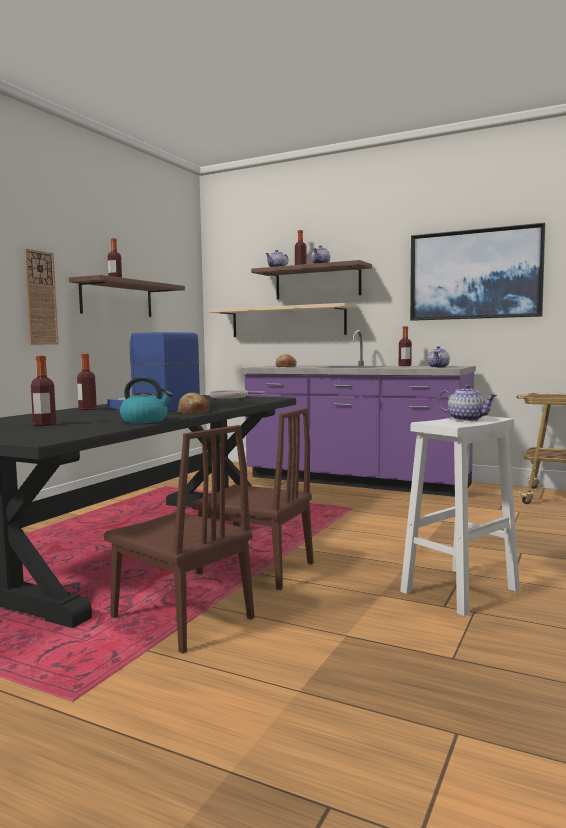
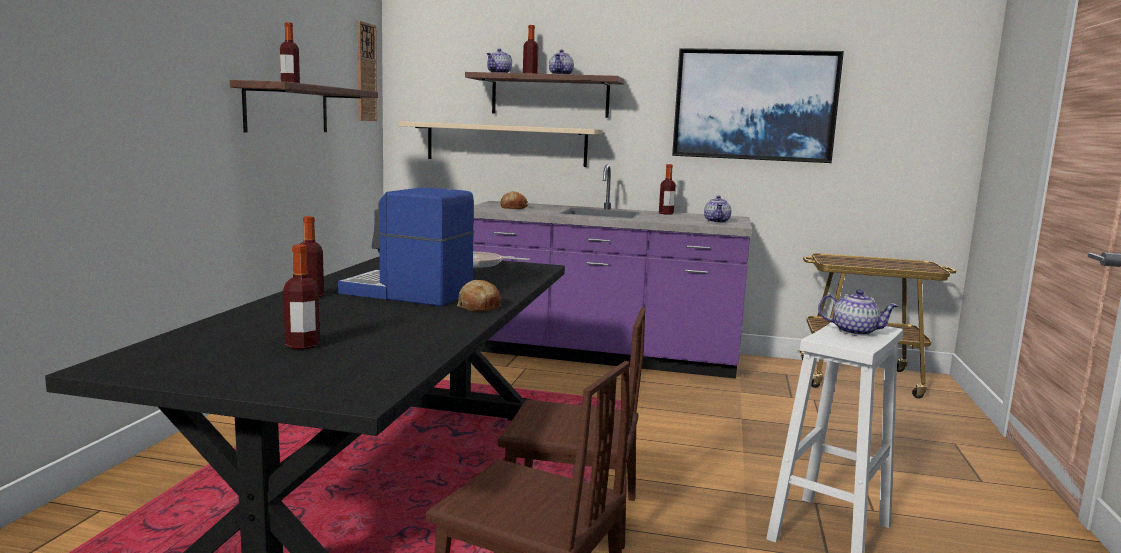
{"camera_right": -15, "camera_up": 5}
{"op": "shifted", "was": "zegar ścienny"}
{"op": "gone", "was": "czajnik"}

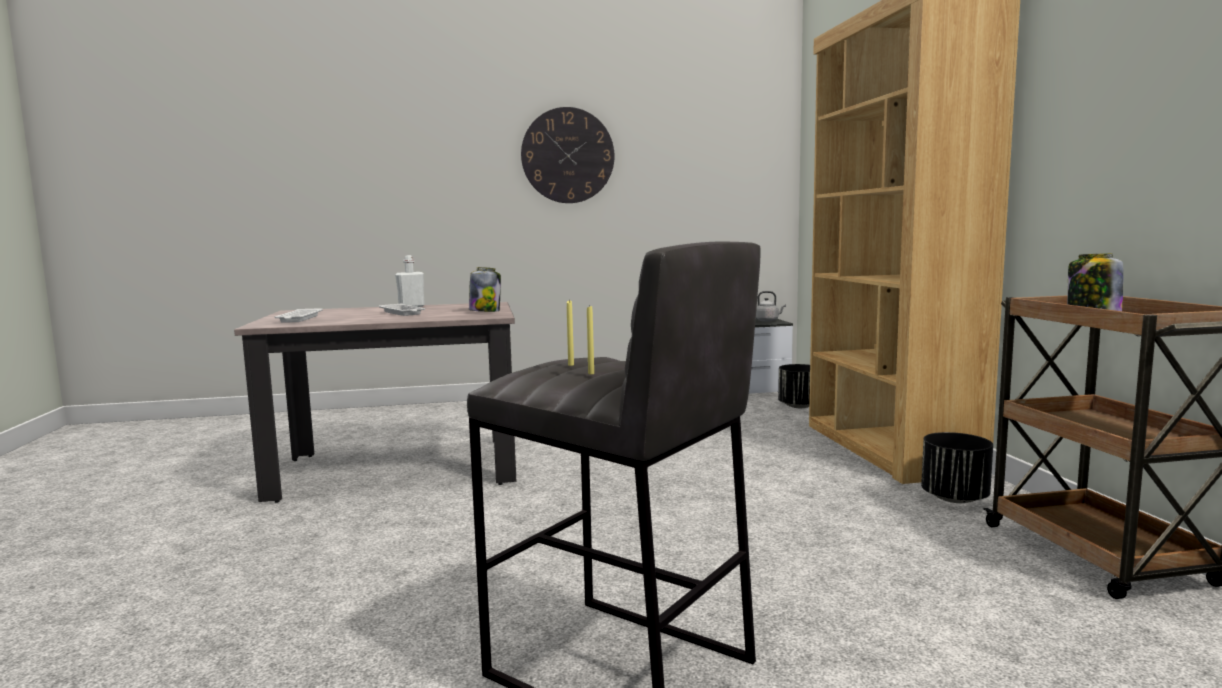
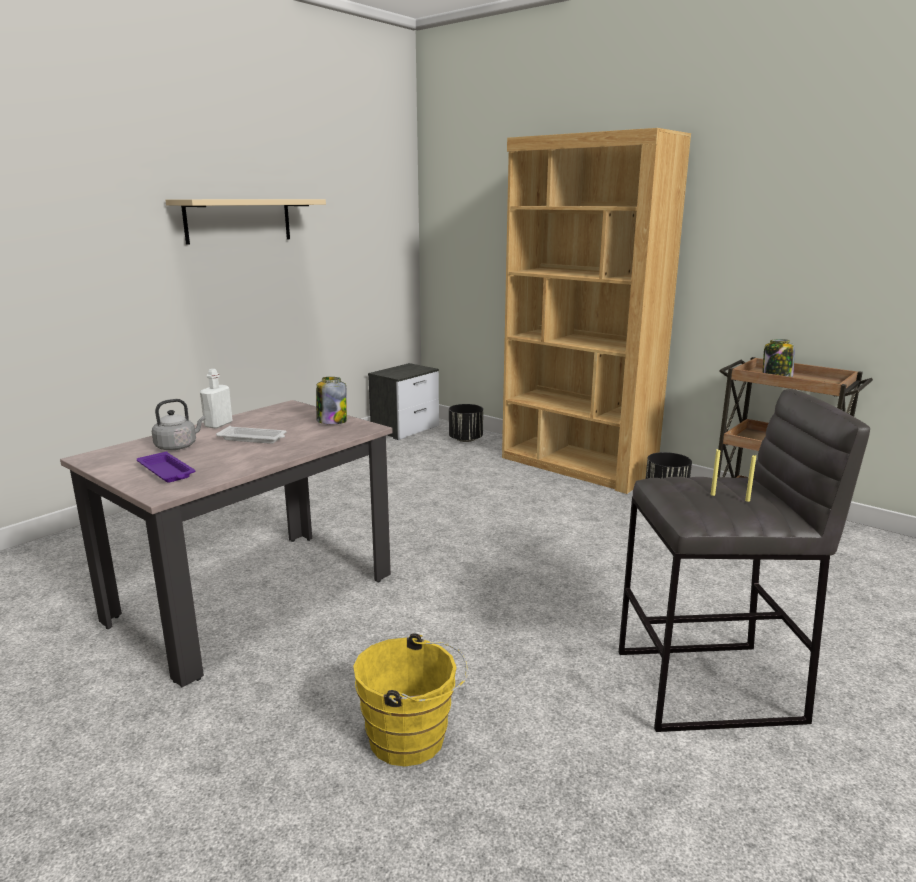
{"camera_right": -40, "camera_up": 10}
{"op": "repainted", "was": "taca (biały) (no. 1 from left)", "now": "taca (fioletowy)"}
{"op": "swapped", "was": "zegar ścienny", "now": "półka (beżowy)"}
{"op": "shifted", "was": "czajnik (szary)"}
{"op": "new", "now": "wiadro (żółty)"}

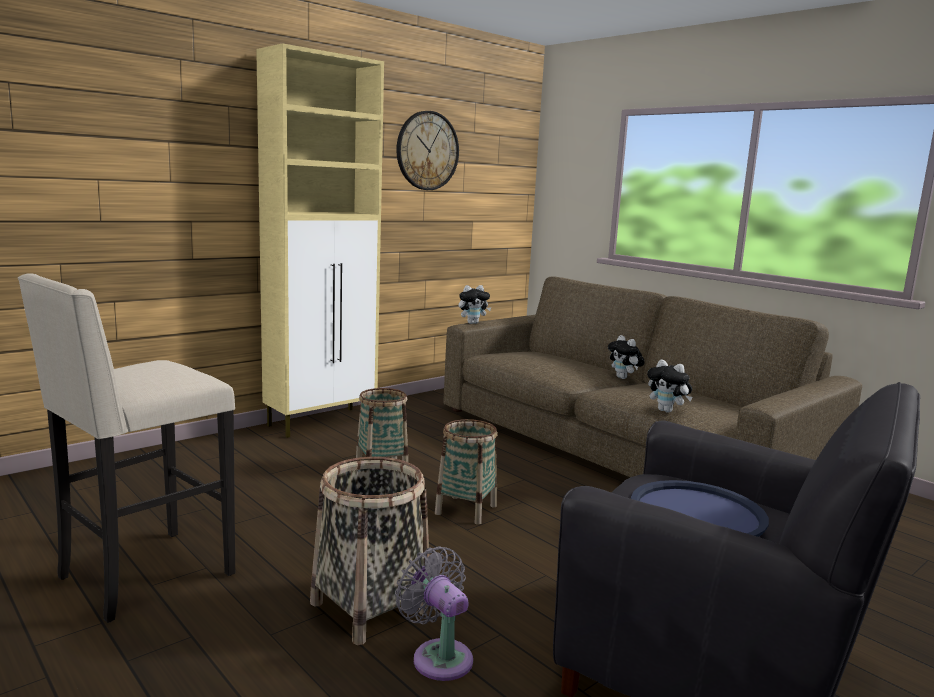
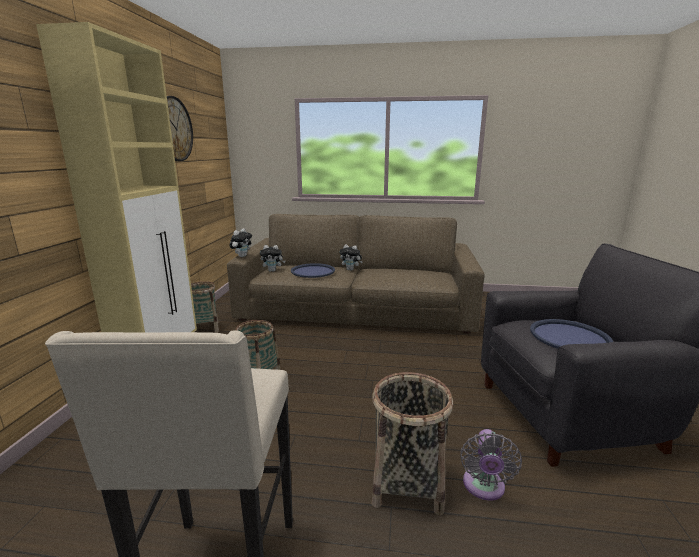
{"camera_right": -40, "camera_up": 5}
{"op": "rotated", "was": "wentylator (szary)", "clockwise": -90}
{"op": "shifted", "was": "koszyk (no. 3 from left in the first image)", "now": "koszyk (no. 1 from left)"}
{"op": "shifted", "was": "pluszak (no. 3 from left in the first image)", "now": "pluszak (no. 2 from left)"}
{"op": "new", "now": "taca (niebieski) (no. 1 from left)"}

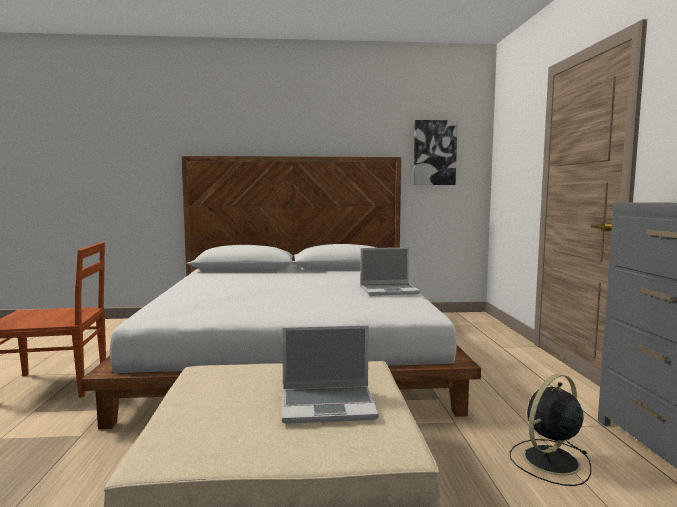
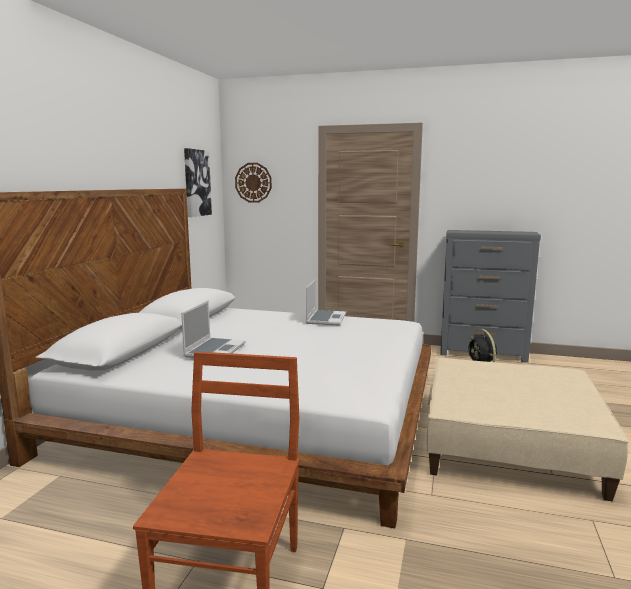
{"camera_right": -70, "camera_up": 5}
{"op": "shifted", "was": "laptop (no. 1 from left)"}
{"op": "new", "now": "zegar ścienny"}

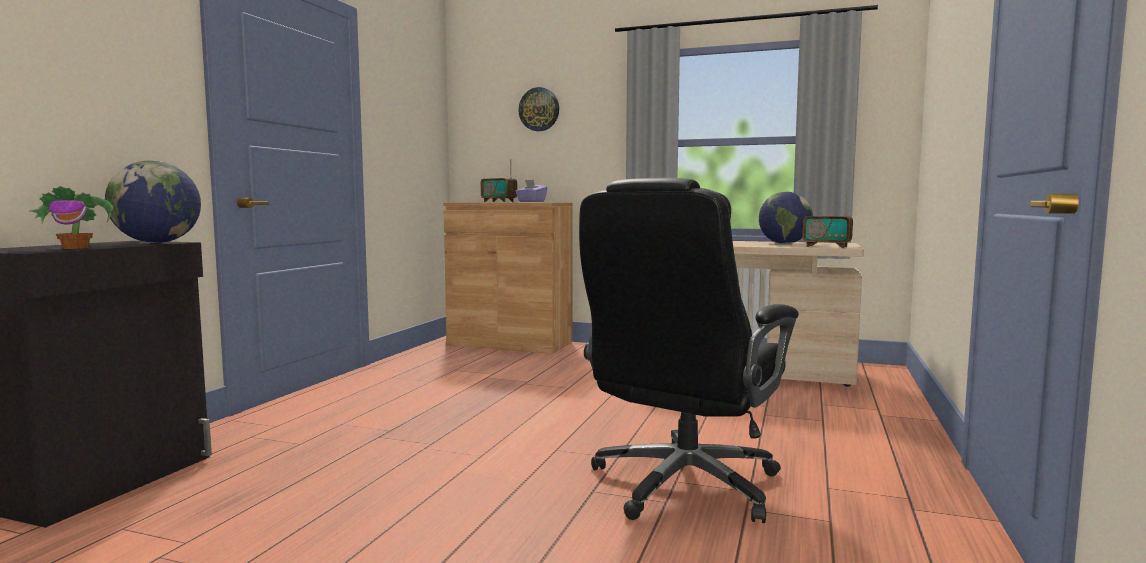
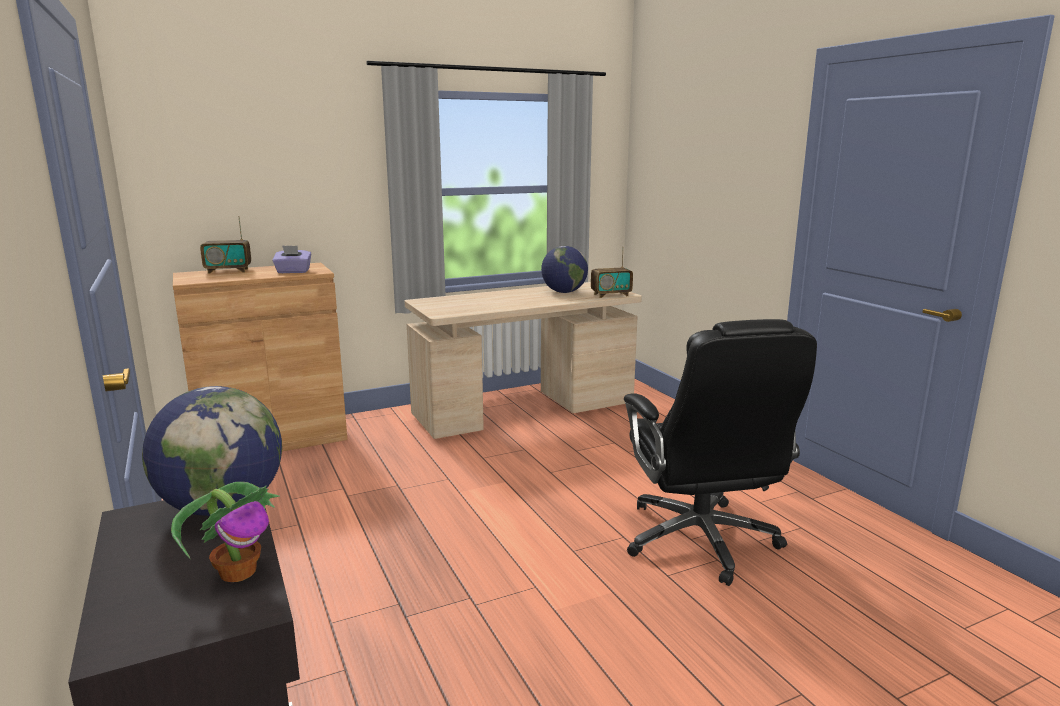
{"camera_right": -45, "camera_up": 10}
{"op": "gone", "was": "zegar ścienny"}

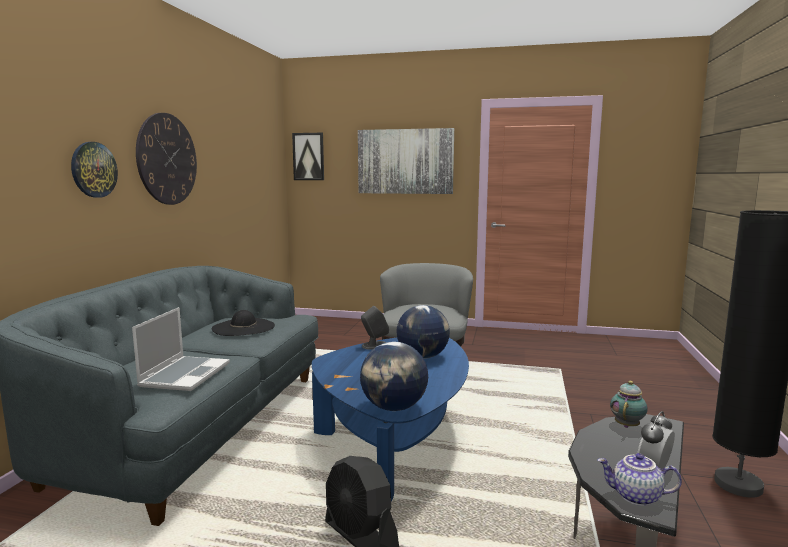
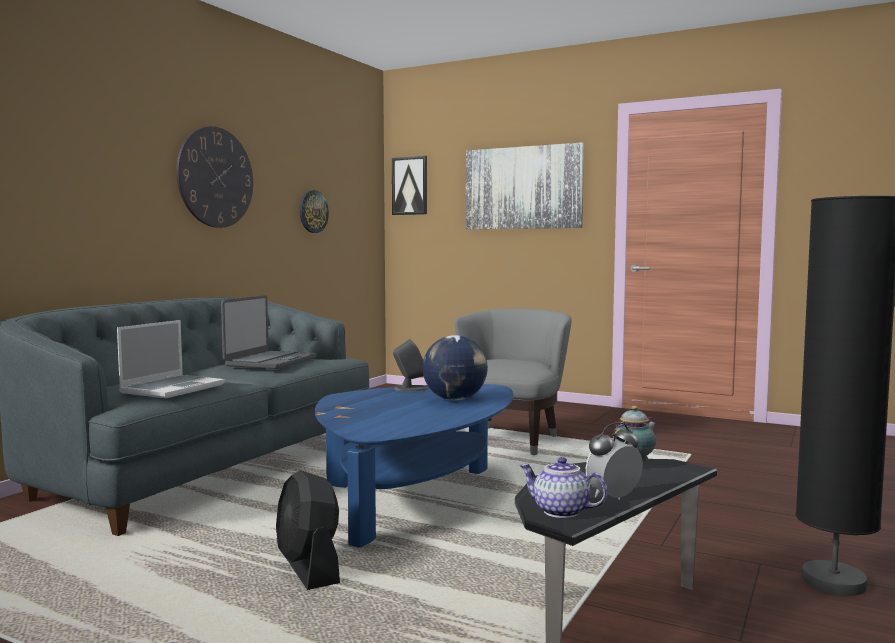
{"camera_right": 15, "camera_up": -5}
{"op": "shifted", "was": "zegar ścienny (no. 1 from left in the first image)", "now": "zegar ścienny (no. 2 from left)"}
{"op": "swapped", "was": "kapelusz (czarny)", "now": "laptop (no. 2 from left)"}
{"op": "gone", "was": "globus (no. 1 from left)"}

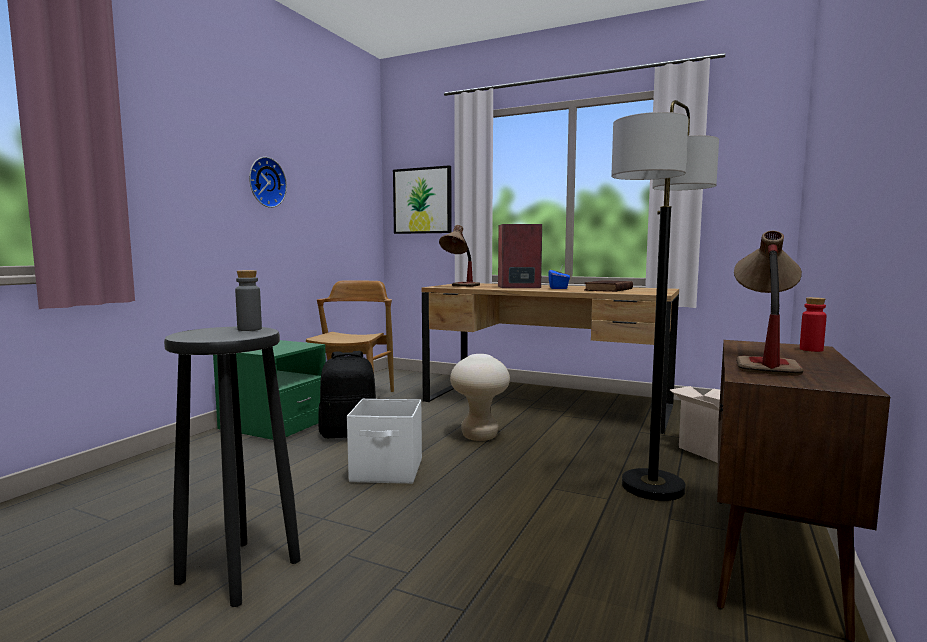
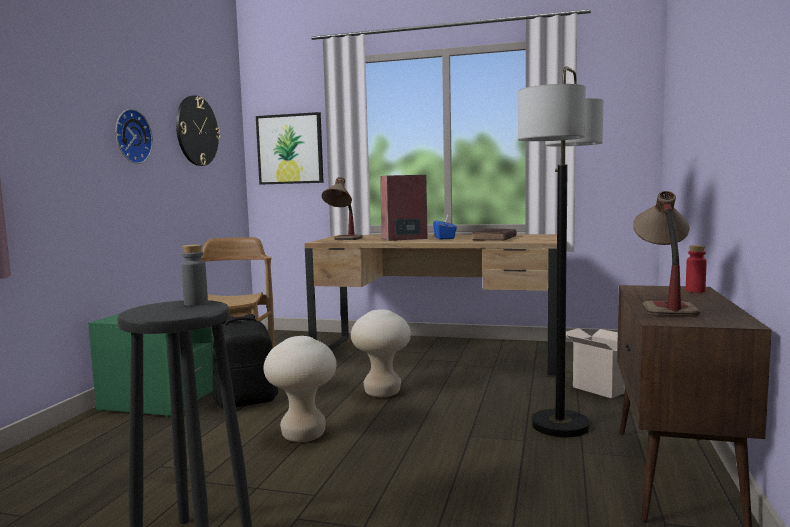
{"camera_right": -10, "camera_up": 0}
{"op": "swapped", "was": "pojemnik do przechowywania (biały)", "now": "stołek (beżowy) (no. 1 from left)"}
{"op": "new", "now": "zegar ścienny (no. 2 from left)"}

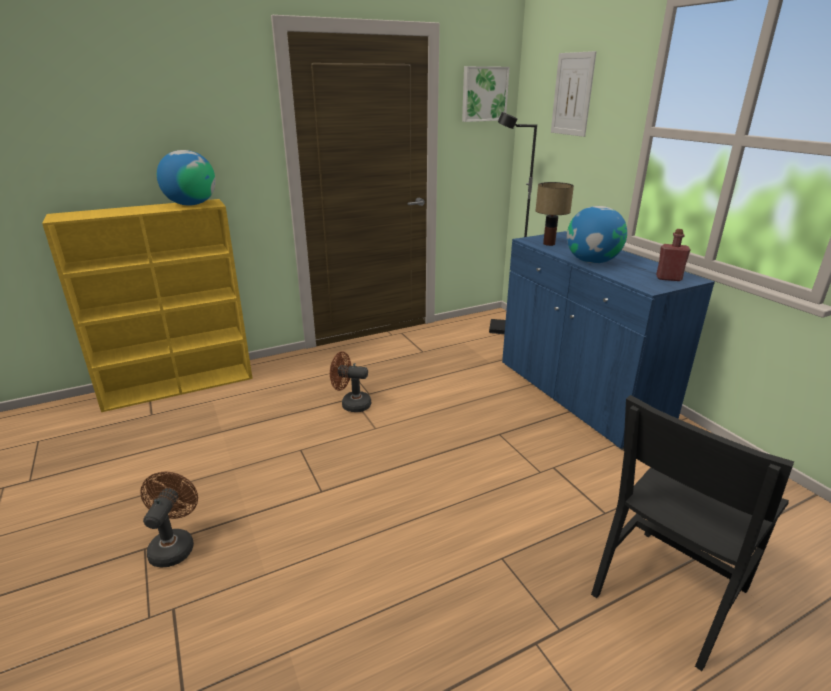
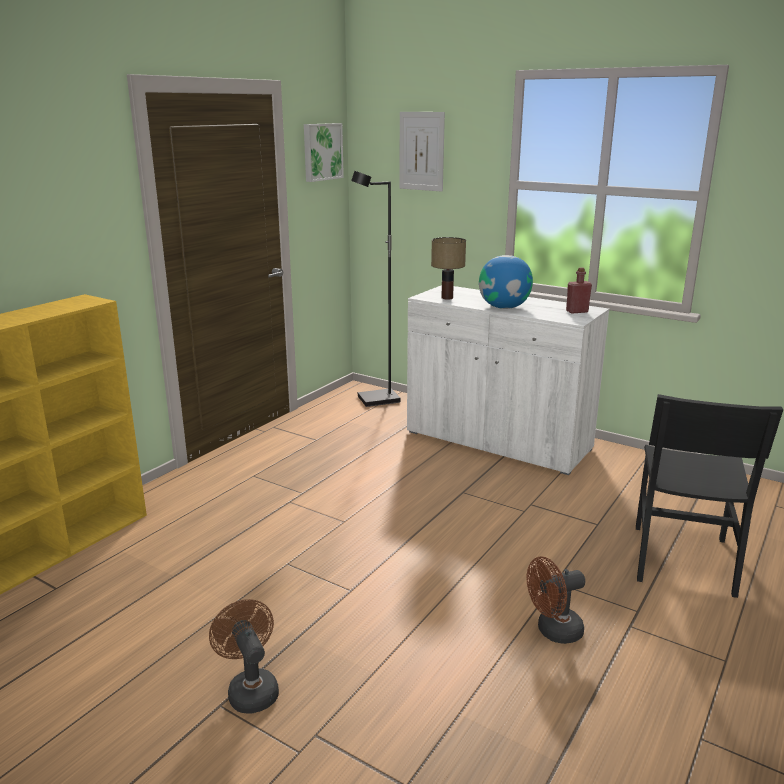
{"camera_right": -30, "camera_up": -5}
{"op": "gone", "was": "globus (no. 1 from left)"}
{"op": "shifted", "was": "wentylator (brązowy) (no. 2 from left)"}
{"op": "repainted", "was": "szafka (niebieski)", "now": "szafka (biały)"}

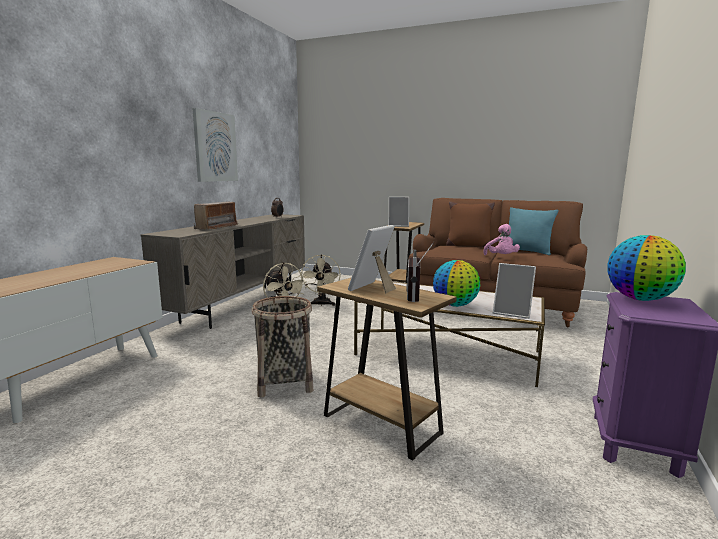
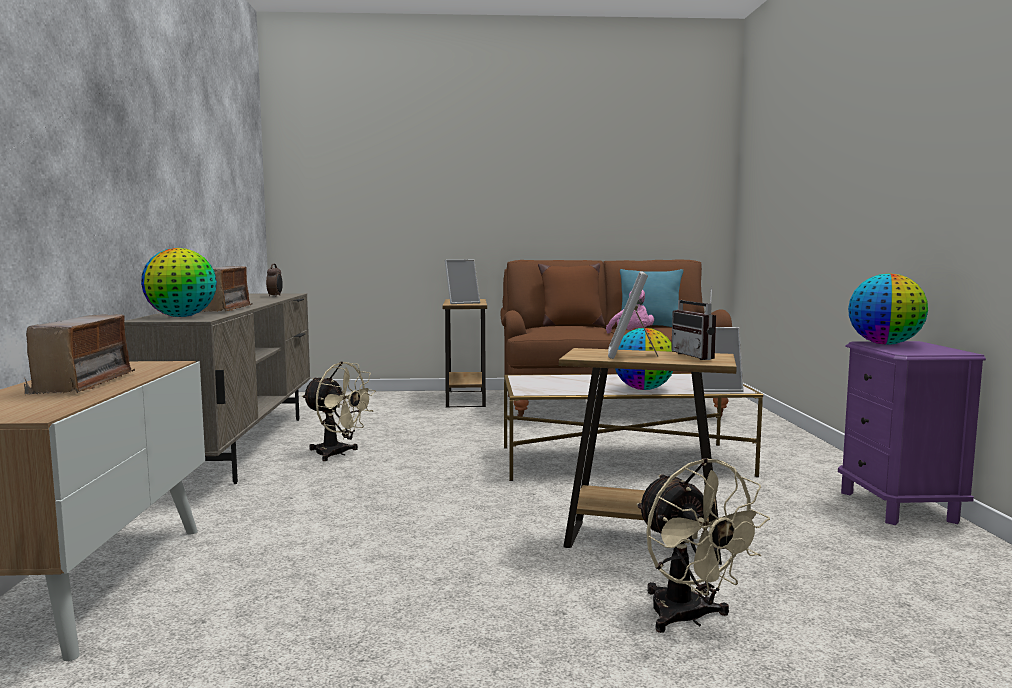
{"camera_right": -25, "camera_up": -5}
{"op": "gone", "was": "obraz"}
{"op": "gone", "was": "koszyk"}
{"op": "shifted", "was": "wentylator (beżowy) (no. 2 from left)"}
{"op": "new", "now": "radio (no. 1 from left)"}
{"op": "new", "now": "globus (no. 1 from left)"}

